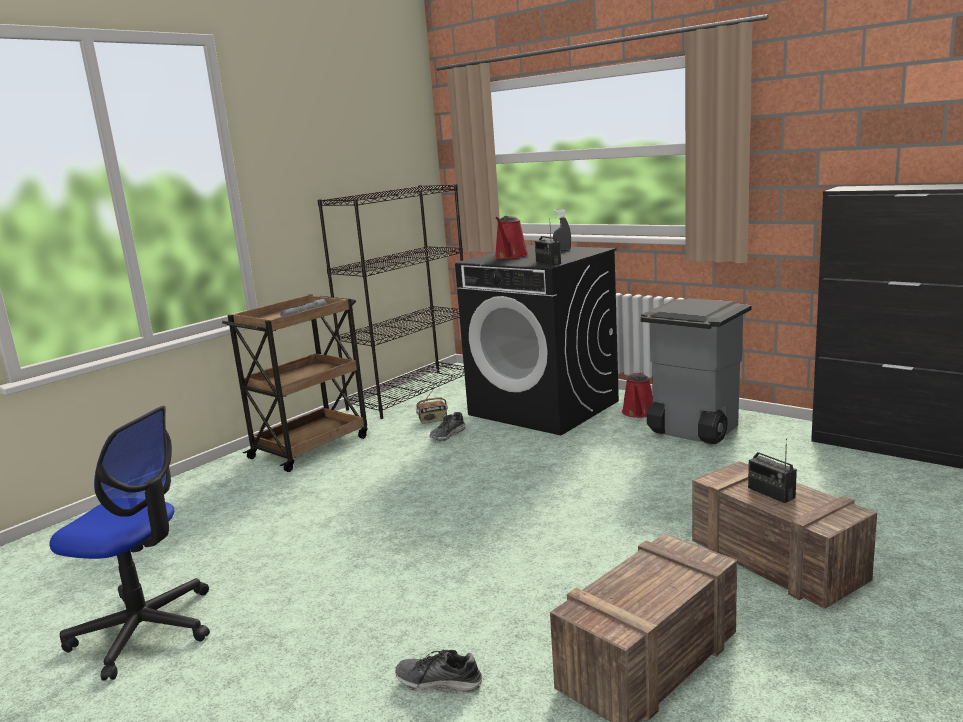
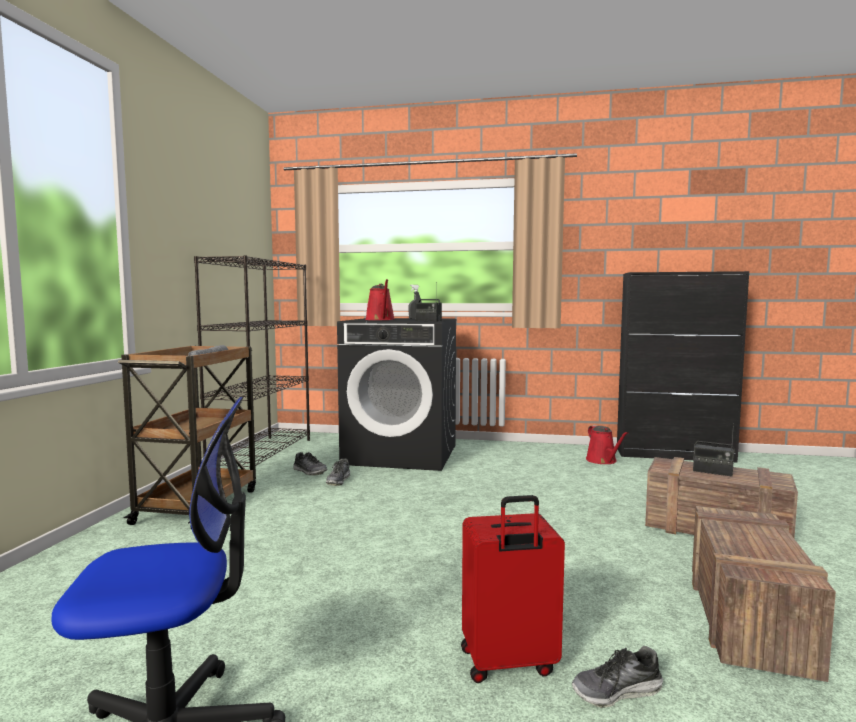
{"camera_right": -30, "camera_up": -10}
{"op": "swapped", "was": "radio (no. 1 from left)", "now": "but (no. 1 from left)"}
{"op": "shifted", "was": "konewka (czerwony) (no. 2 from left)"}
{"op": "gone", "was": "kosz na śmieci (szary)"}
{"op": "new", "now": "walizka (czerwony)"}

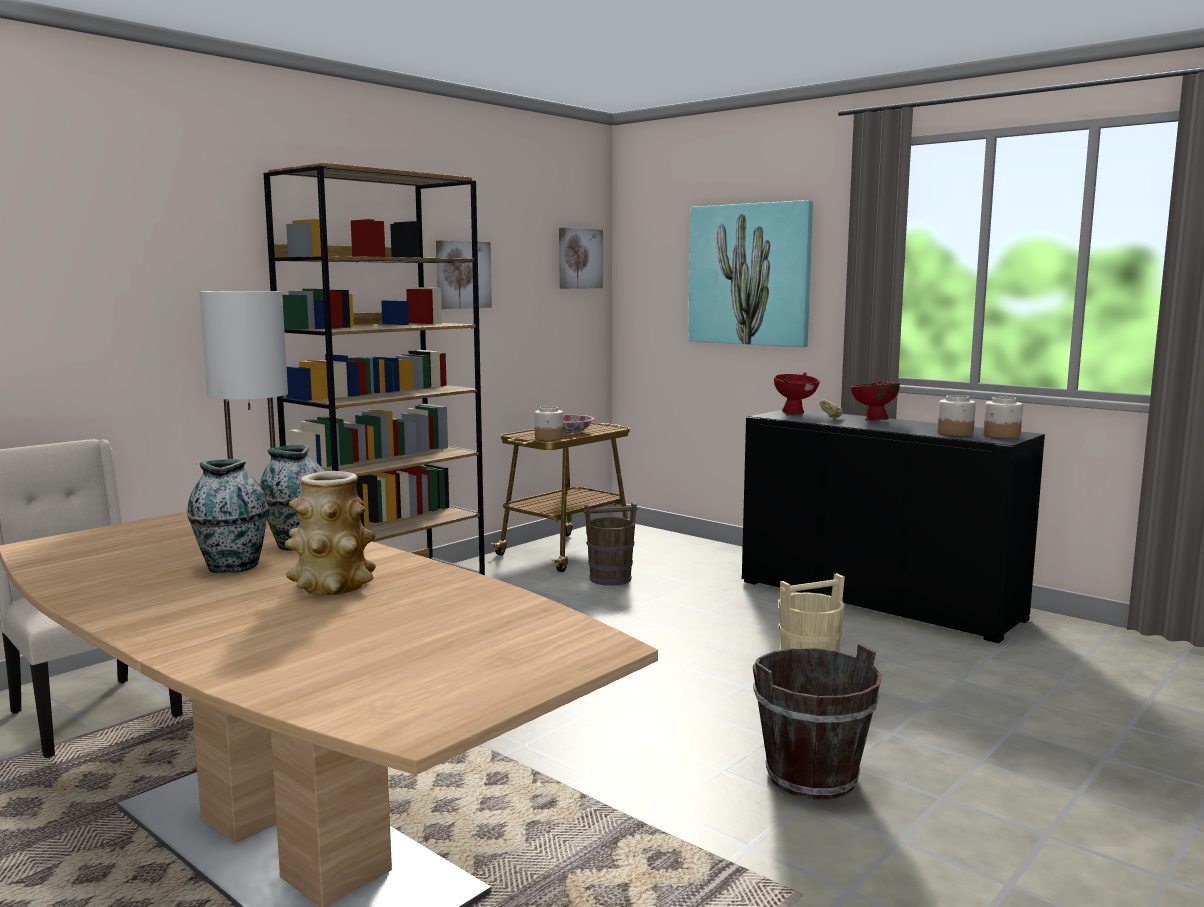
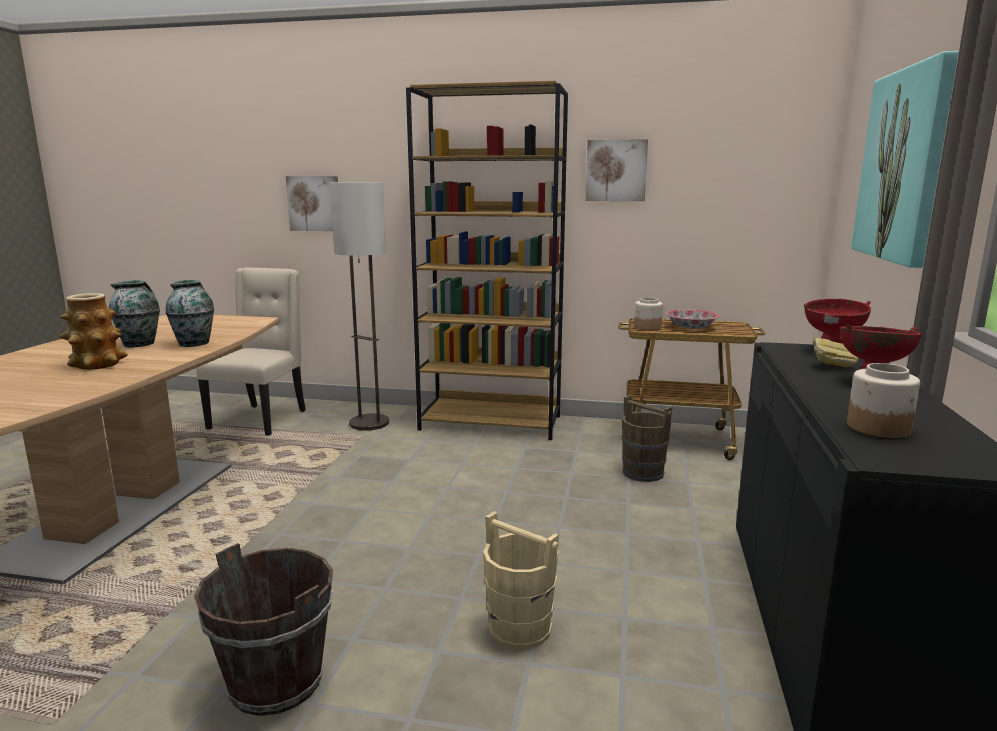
{"camera_right": 60, "camera_up": 5}
{"op": "shifted", "was": "obraz (no. 2 from left in the first image)", "now": "obraz (no. 1 from left)"}
{"op": "gone", "was": "słoik (no. 3 from left)"}

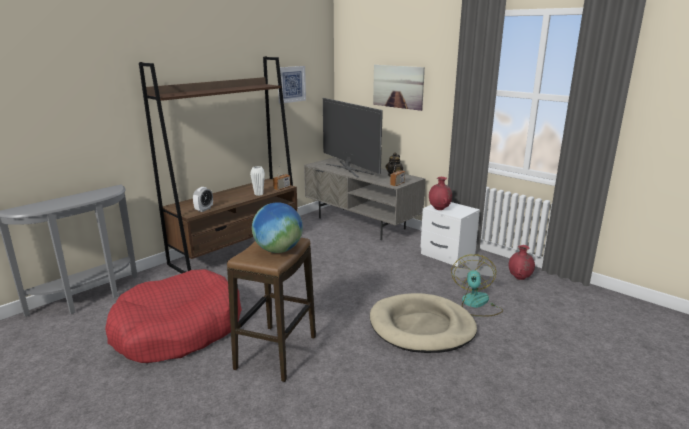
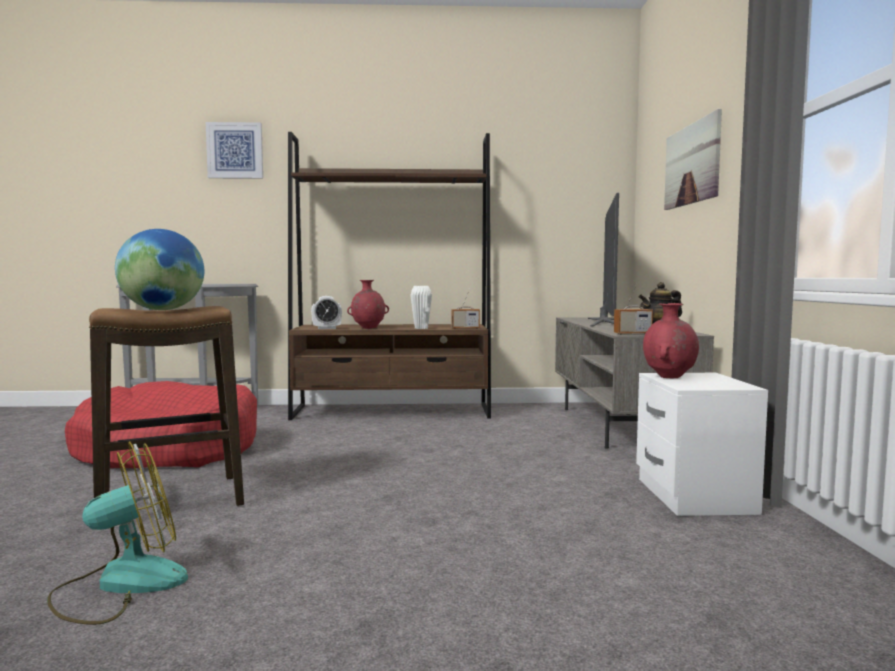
{"camera_right": 45, "camera_up": -15}
{"op": "shifted", "was": "obraz (no. 1 from left)"}
{"op": "gone", "was": "legowisko (beżowy)"}
{"op": "shifted", "was": "wentylator"}
{"op": "shifted", "was": "wazon (czerwony) (no. 2 from left in the first image)", "now": "wazon (czerwony) (no. 1 from left)"}

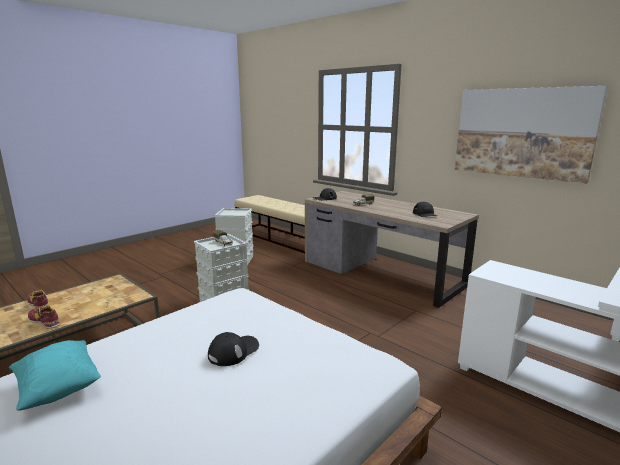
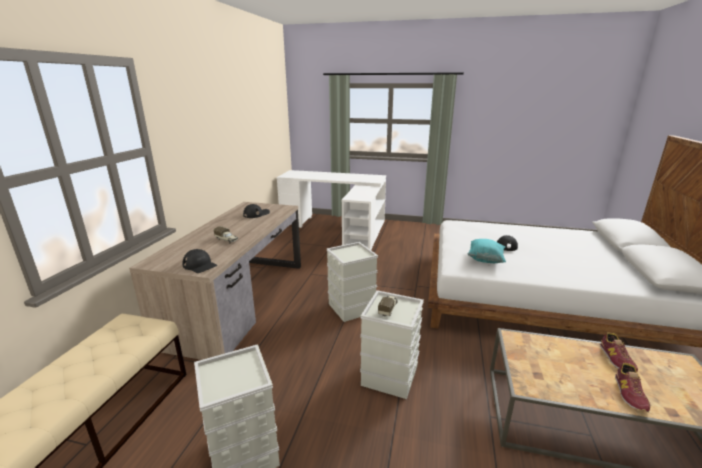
{"camera_right": -120, "camera_up": 5}
{"op": "shifted", "was": "poduszka (turkusowy)"}
{"op": "gone", "was": "obraz"}
{"op": "new", "now": "pojemnik do przechowywania (szary) (no. 2 from left)"}

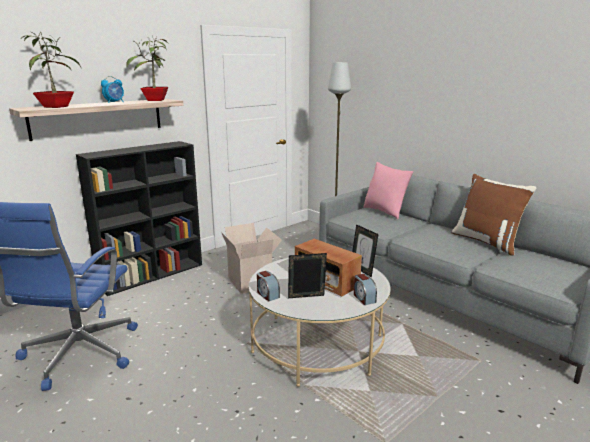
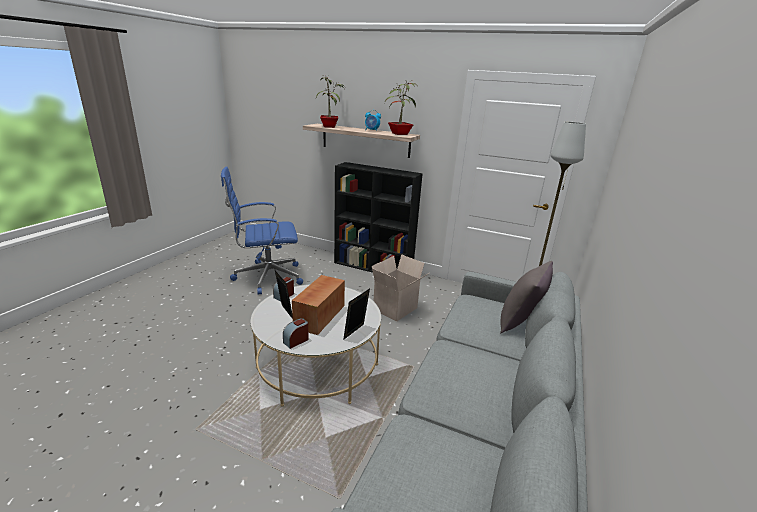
{"camera_right": 65, "camera_up": 5}
{"op": "repainted", "was": "poduszka (różowy)", "now": "poduszka (szary)"}
{"op": "gone", "was": "poduszka (brązowy)"}

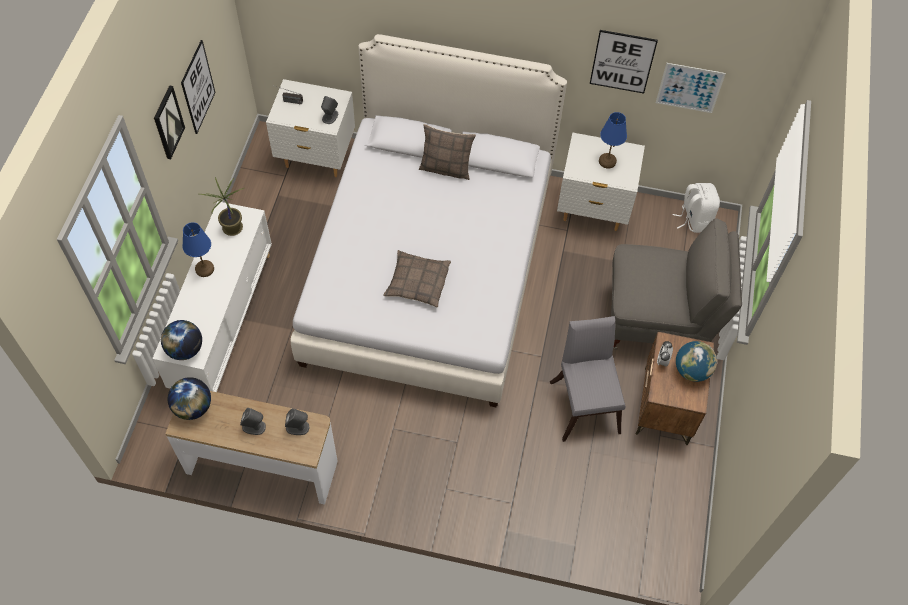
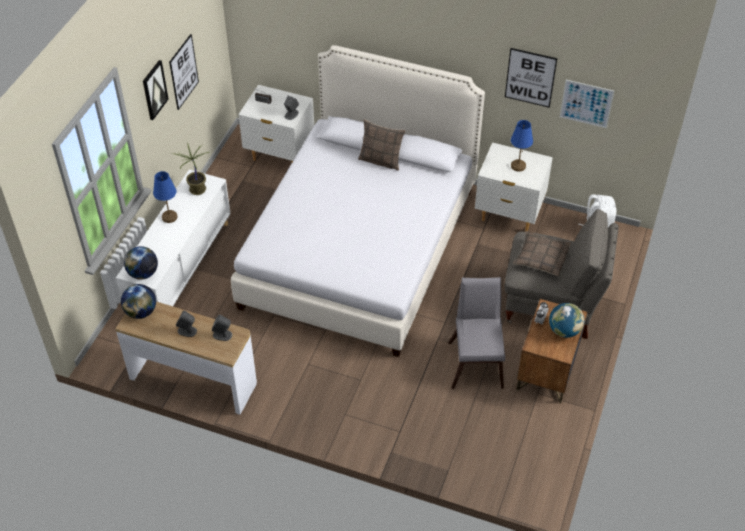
{"camera_right": 10, "camera_up": -10}
{"op": "shifted", "was": "poduszka (no. 1 from left in the first image)", "now": "poduszka (no. 2 from left)"}

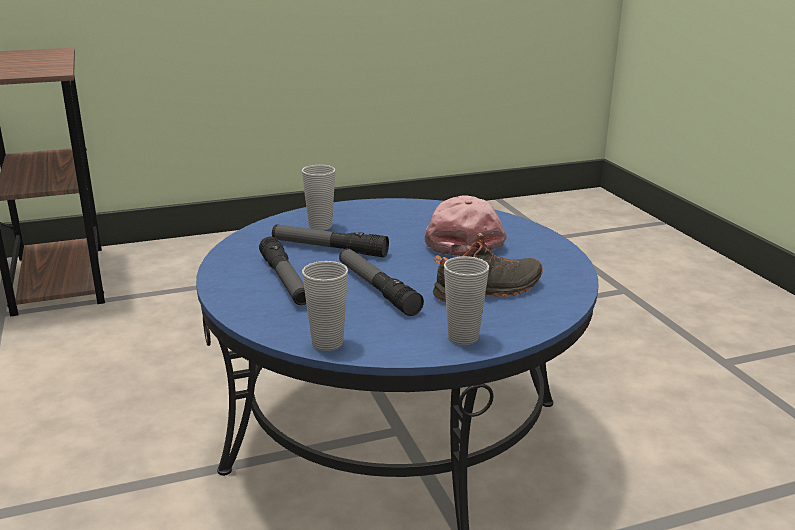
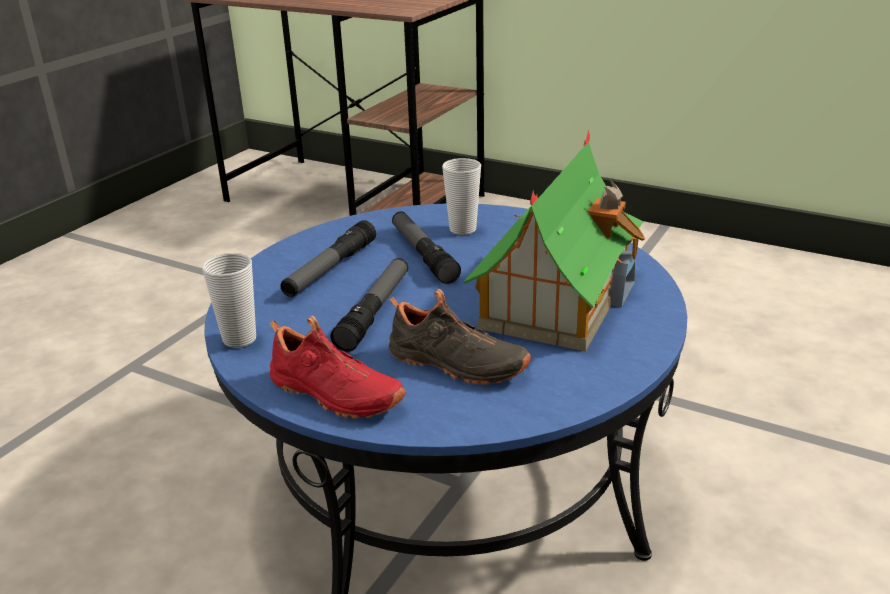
{"camera_right": 50, "camera_up": 5}
{"op": "swapped", "was": "czapka z daszkiem (różowy)", "now": "domek"}
{"op": "swapped", "was": "filiżanka (no. 3 from left)", "now": "but (czerwony)"}

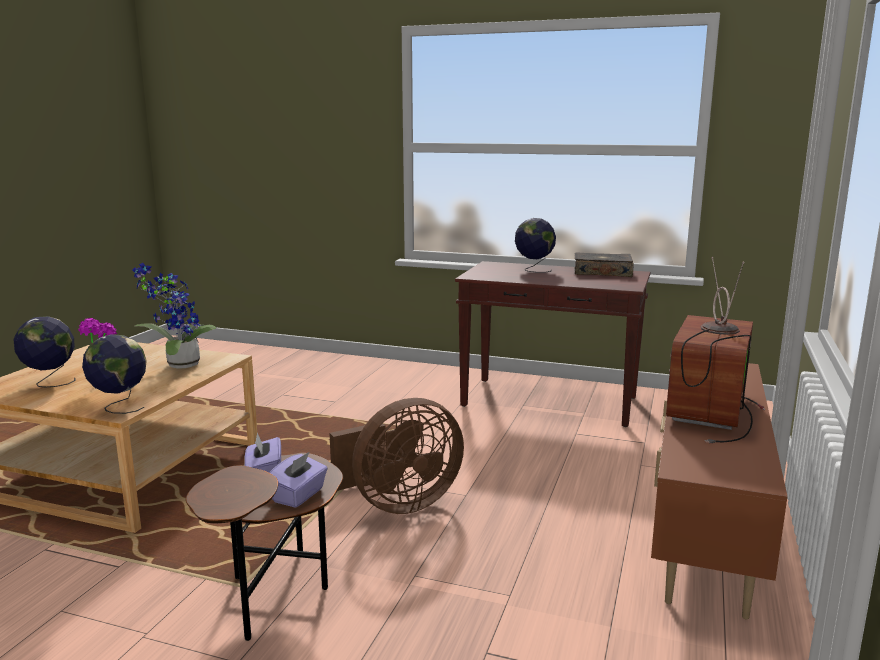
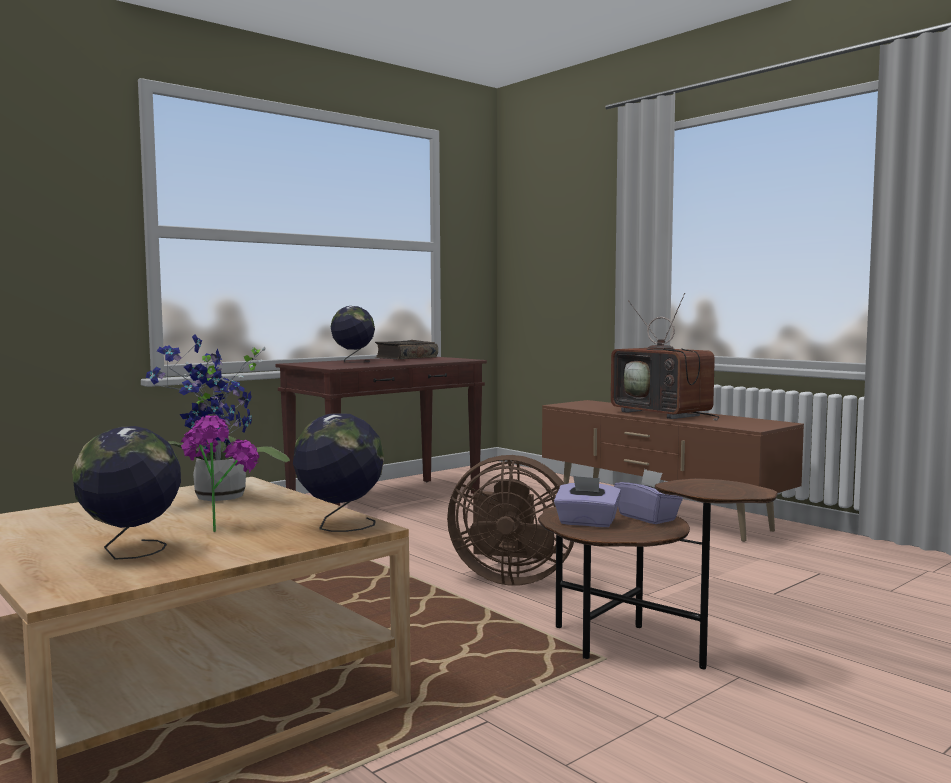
{"camera_right": -60, "camera_up": -10}
{"op": "rotated", "was": "wentylator (brązowy)", "clockwise": 105}

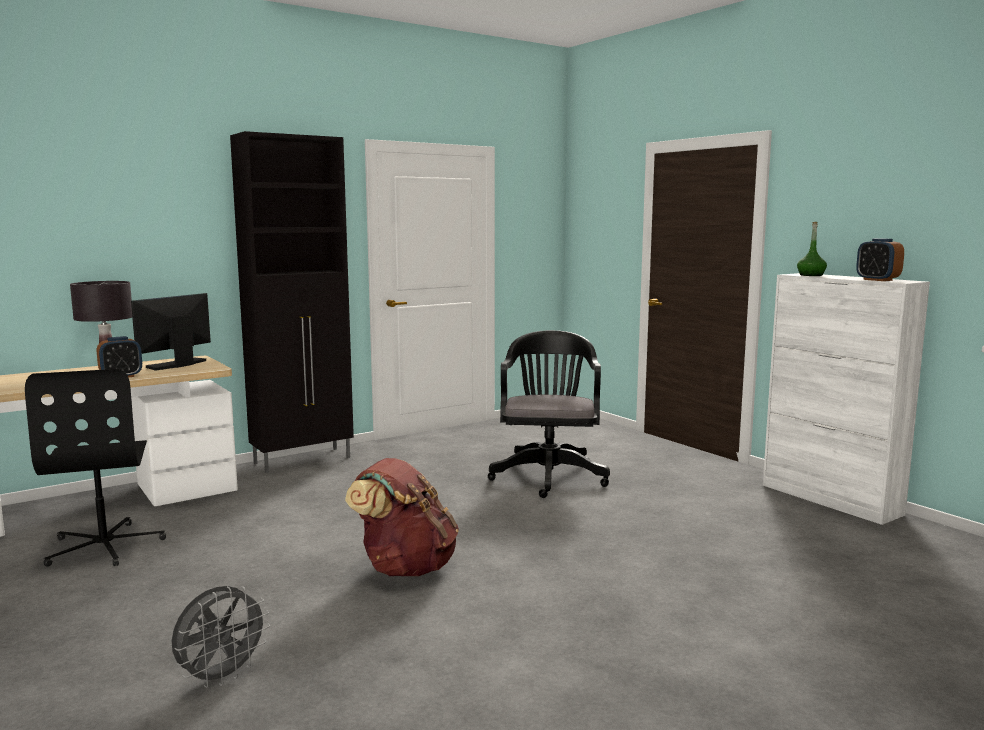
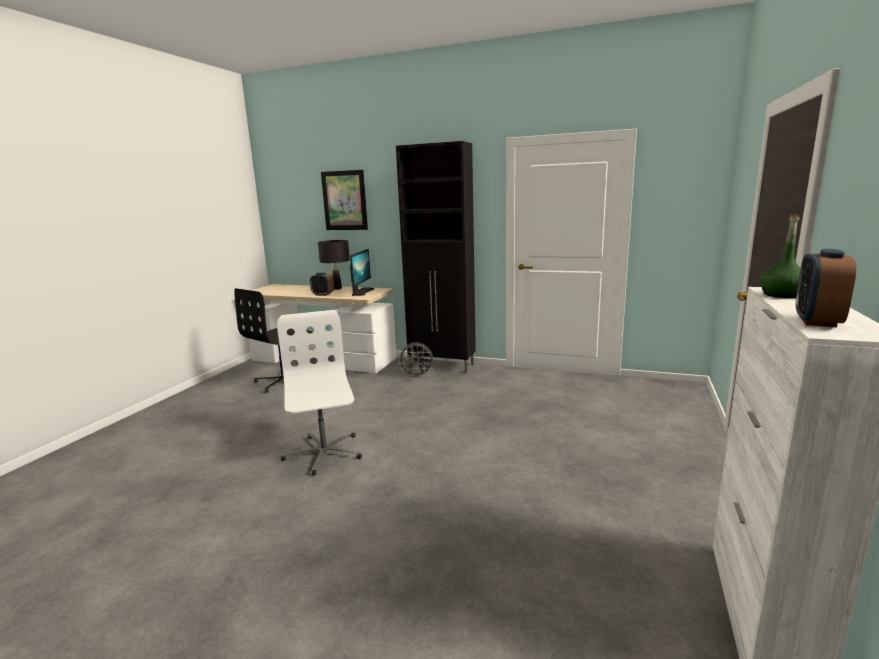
{"camera_right": 55, "camera_up": 5}
{"op": "rotated", "was": "monitor", "clockwise": 105}
{"op": "shifted", "was": "wentylator (szary)"}
{"op": "swapped", "was": "plecak (brązowy)", "now": "krzesło biurowe (biały)"}
{"op": "gone", "was": "krzesło biurowe (czarny) (no. 2 from left)"}
{"op": "new", "now": "obraz"}

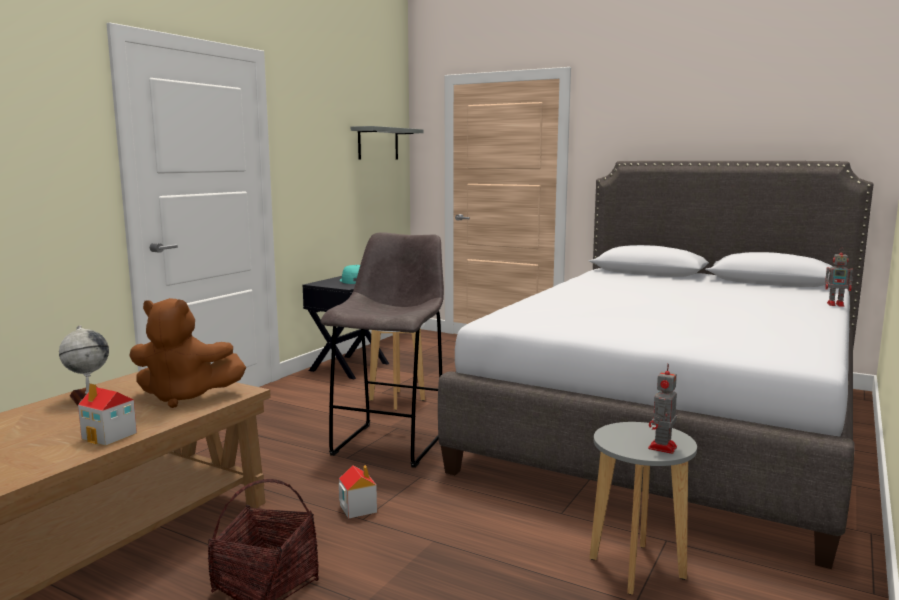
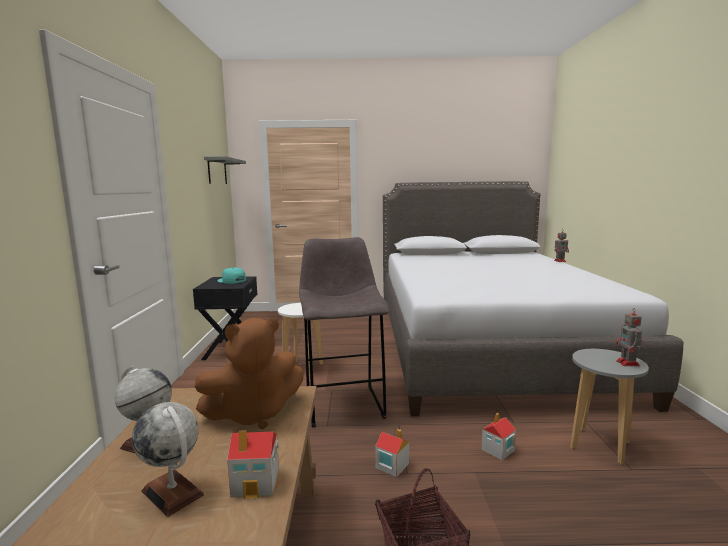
{"camera_right": -30, "camera_up": 0}
{"op": "new", "now": "globus (no. 2 from left)"}
{"op": "new", "now": "domek (no. 3 from left)"}

